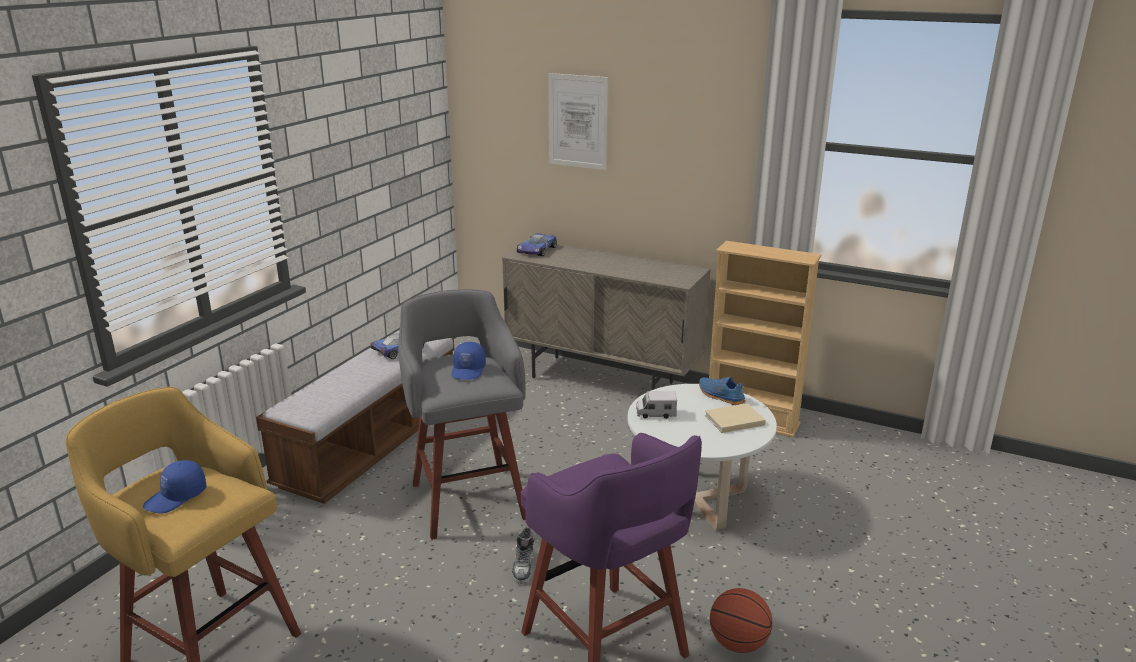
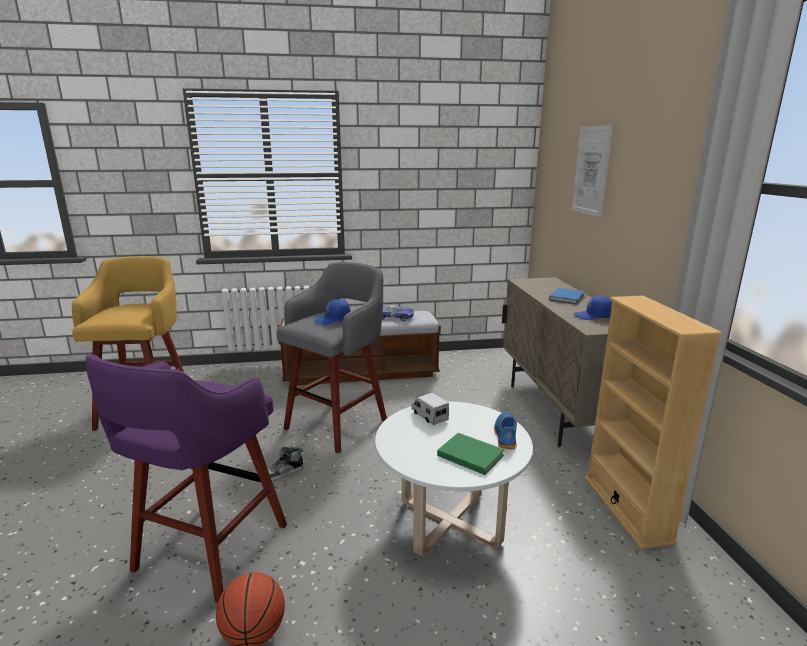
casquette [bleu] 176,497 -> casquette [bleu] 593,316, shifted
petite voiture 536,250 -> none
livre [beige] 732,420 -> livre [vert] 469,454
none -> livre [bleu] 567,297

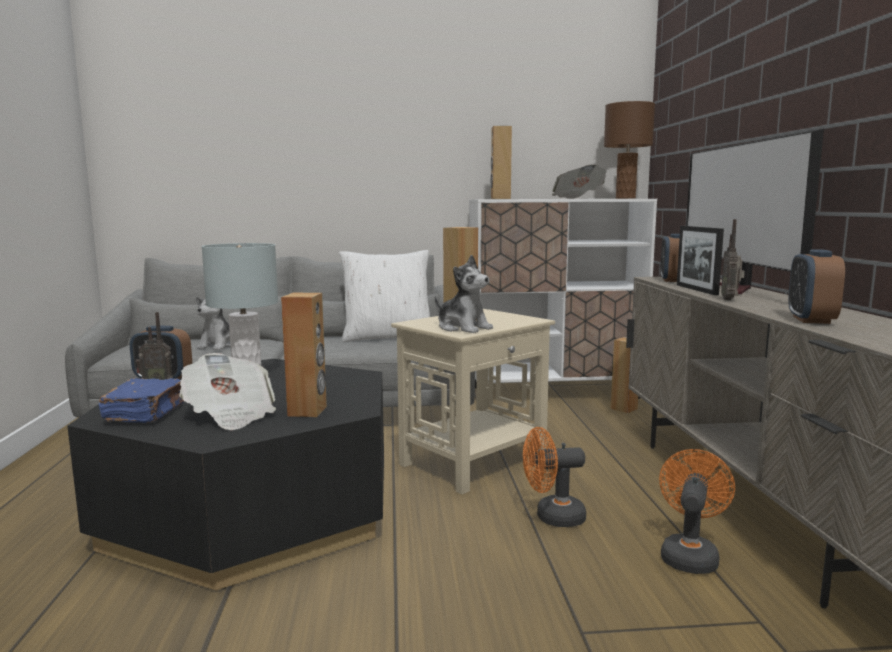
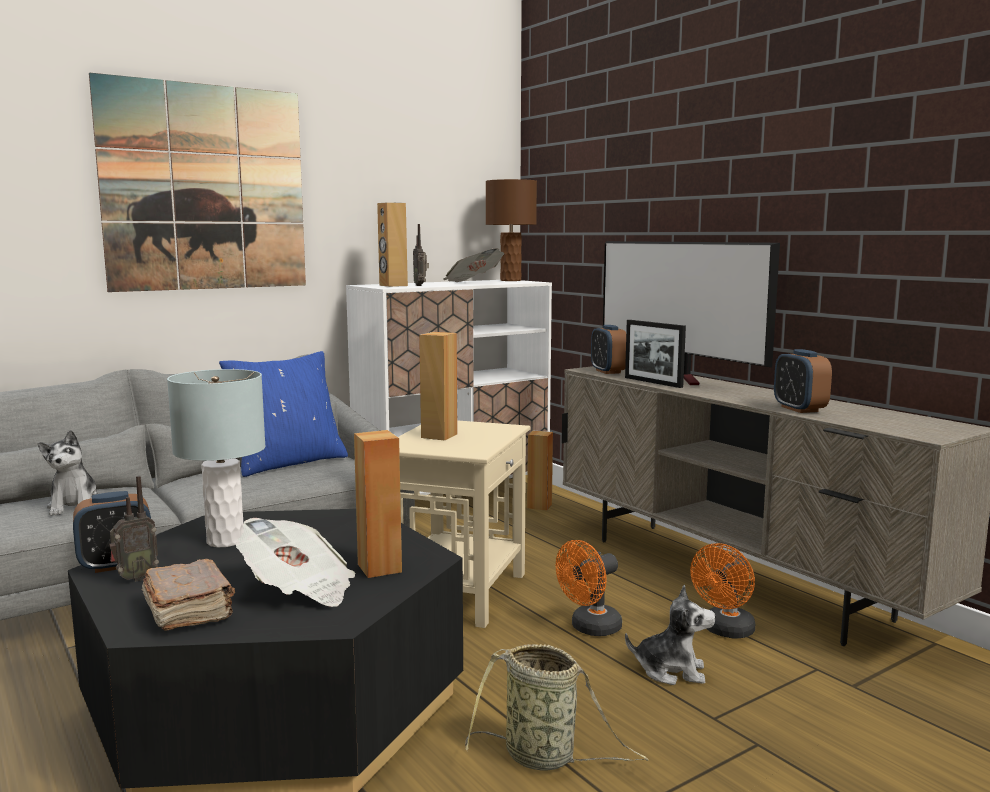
livre [bleu] 146,414 -> livre [marron] 189,611
coussin [blanc] 388,337 -> coussin [bleu] 288,462
peluche 463,328 -> peluche 671,671, shifted
ventilateur [orange] 689,555 -> ventilateur [orange] 725,631, 135 degrees counterclockwise
radio 730,299 -> radio 421,285, shifted
none -> tableau 205,188
none -> panier 545,757

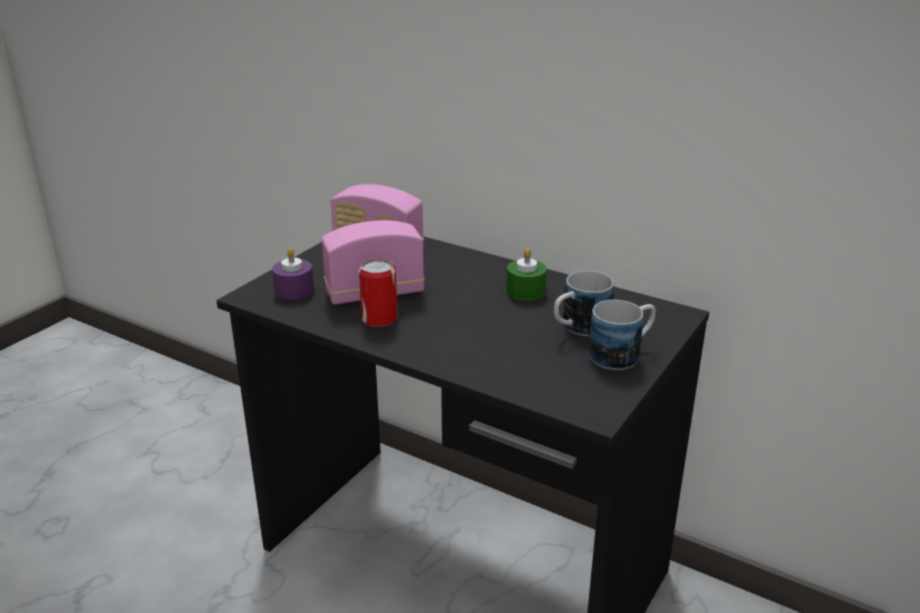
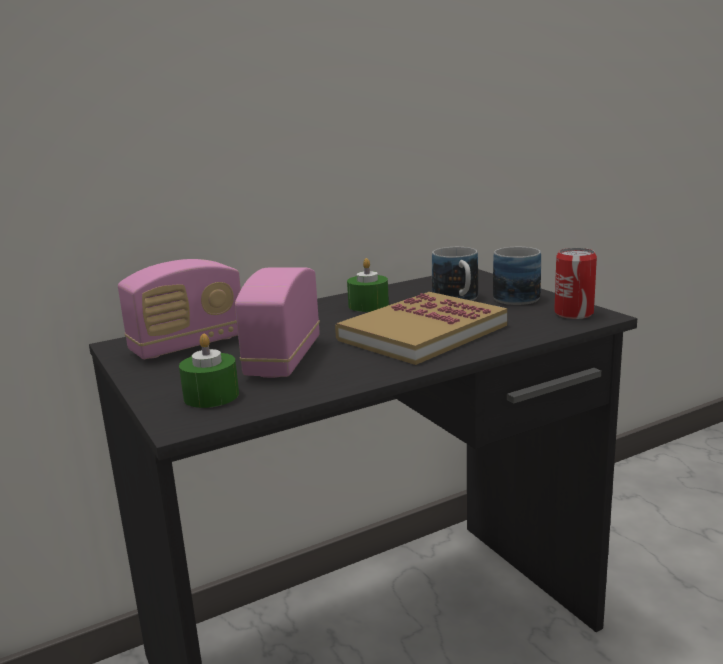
bougie [violet] 294,290 -> bougie [vert] 211,396
boîte métallique 379,319 -> boîte métallique 573,313, shifted
none -> livre 422,332

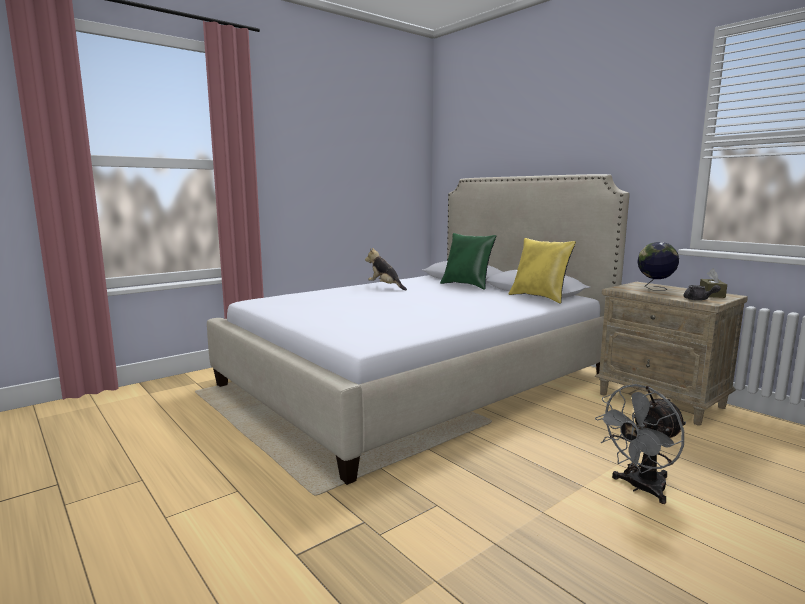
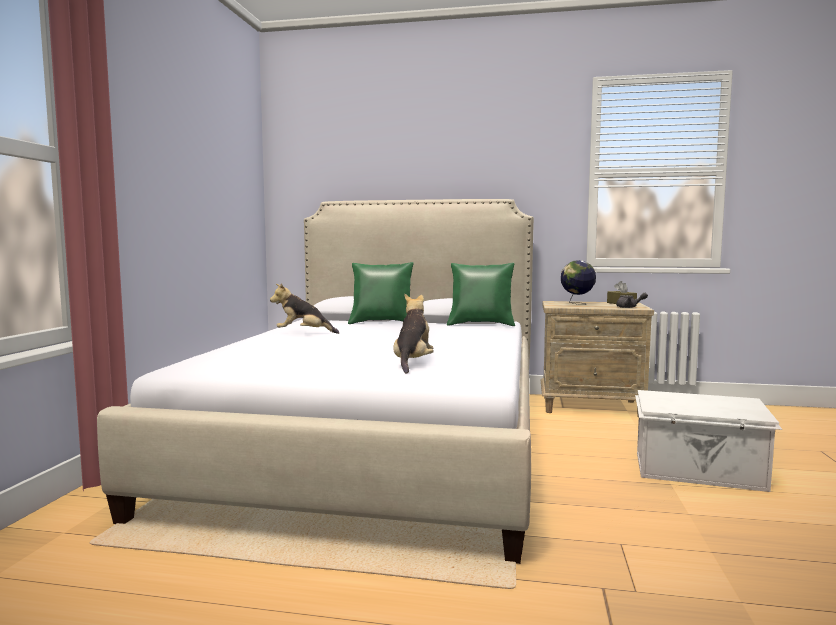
coussin [jaune] 540,298 -> coussin [vert] 481,324
ventilateur [gris] 640,488 -> boîte de rangement [blanc] 699,472
none -> peluche 412,363

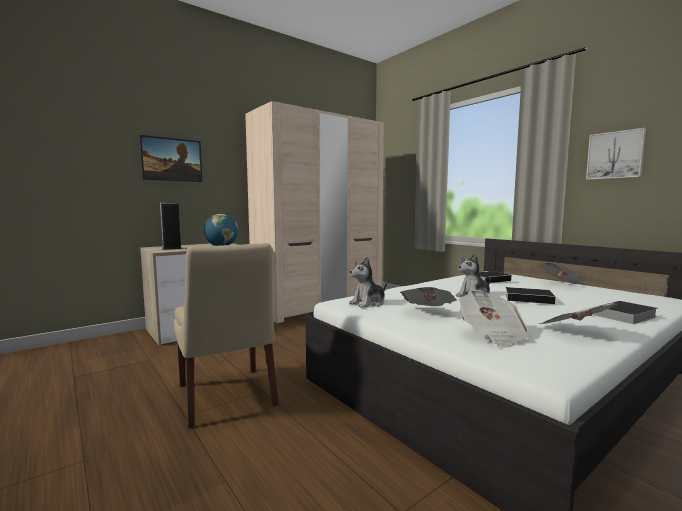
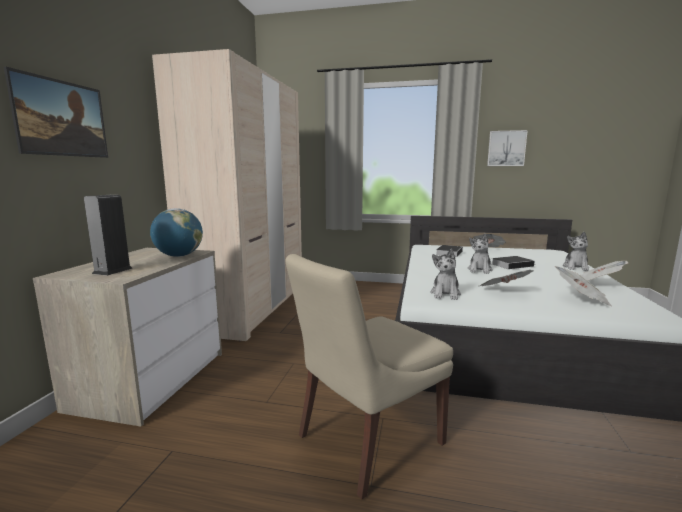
chaise [beige] 227,397 -> chaise [beige] 366,441, 120 degrees clockwise
livre 625,316 -> peluche 576,267

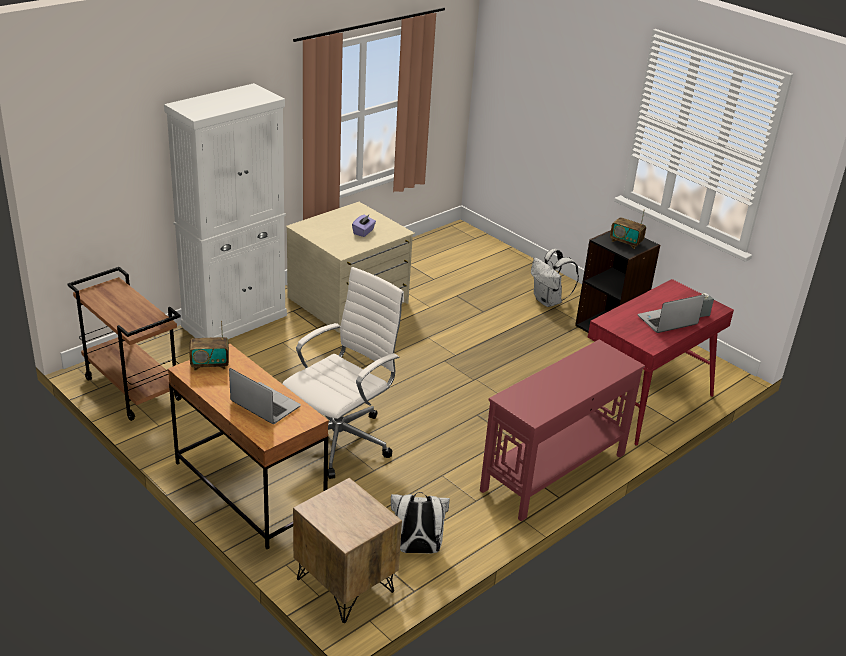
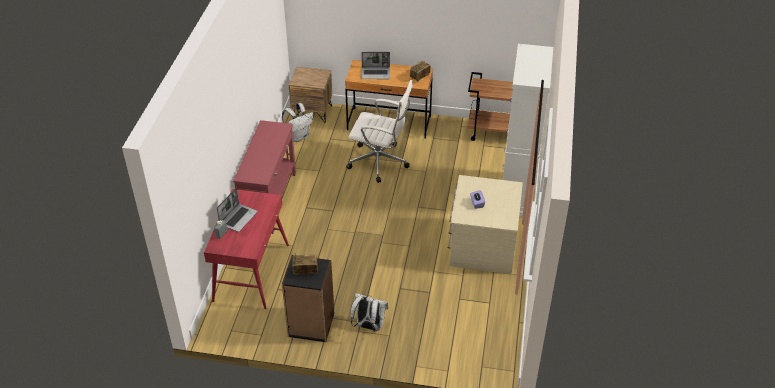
chaise de bureau [blanc] 341,439 -> chaise de bureau [blanc] 380,162, 75 degrees counterclockwise

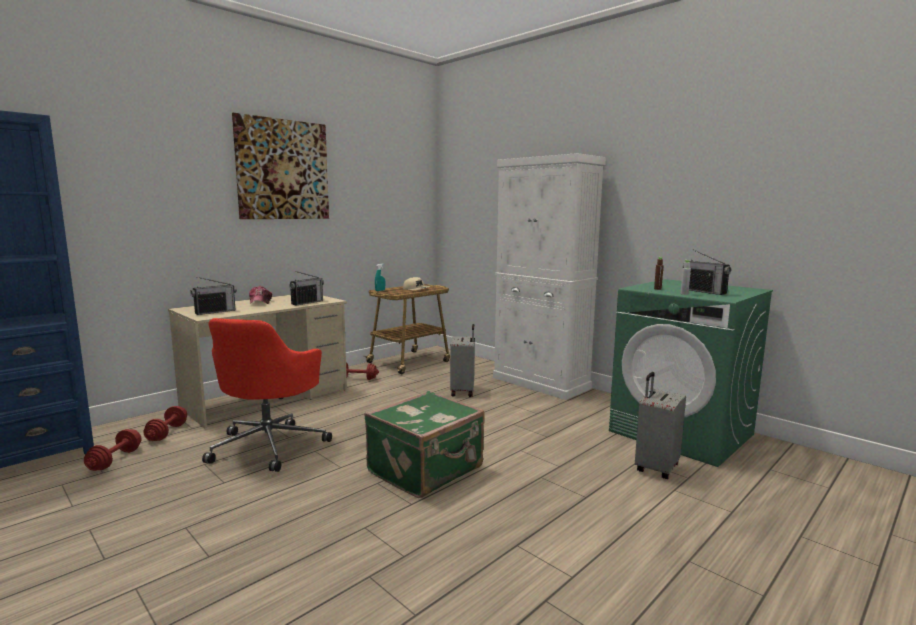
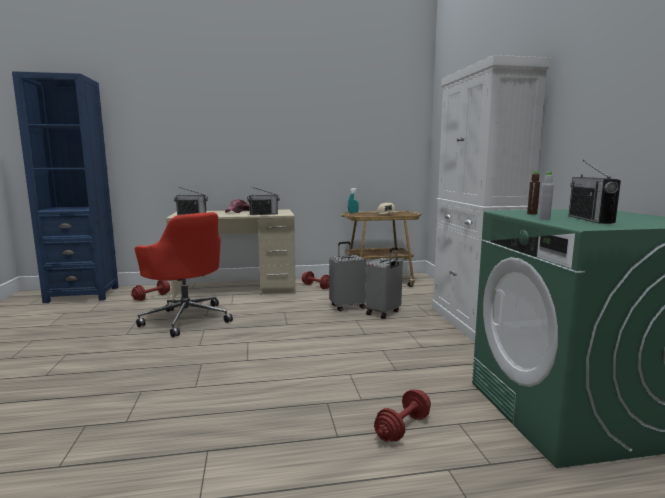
haltère [rouge] 115,460 -> haltère [rouge] 403,428, shifted
chaise de bureau [rouge] 270,445 -> chaise de bureau [rouge] 186,318, 90 degrees counterclockwise
tableau 283,170 -> none
valise [vert] 427,470 -> none
valise [gris] 655,468 -> valise [gris] 347,307, shifted

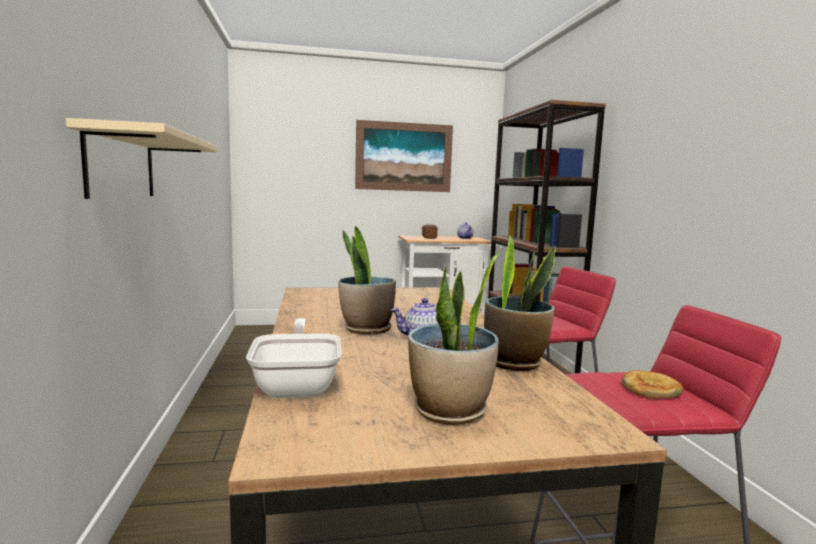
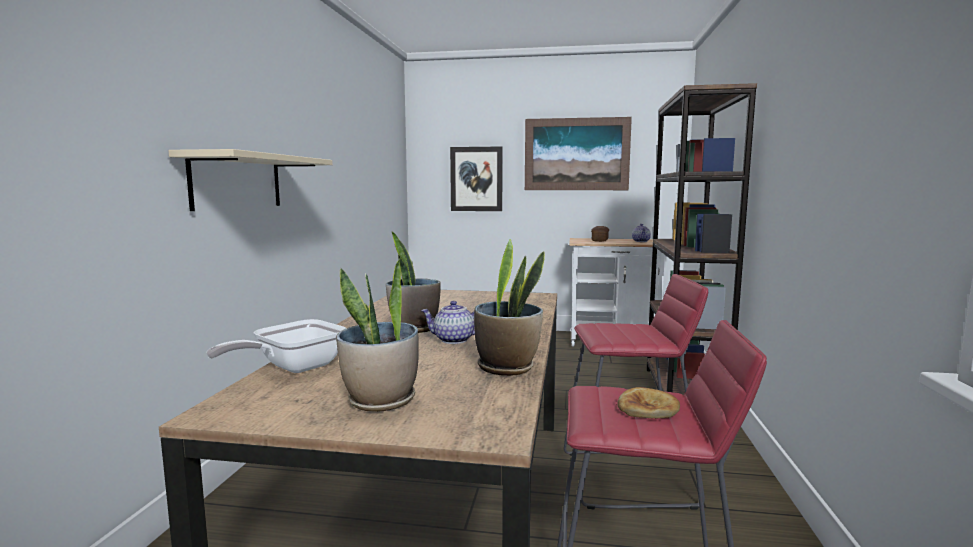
poêle 298,385 -> poêle 293,368, 150 degrees counterclockwise
none -> tableau 476,179

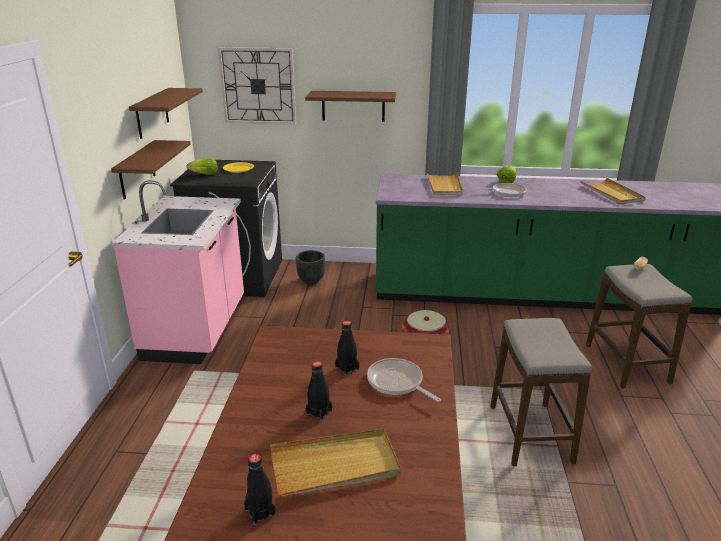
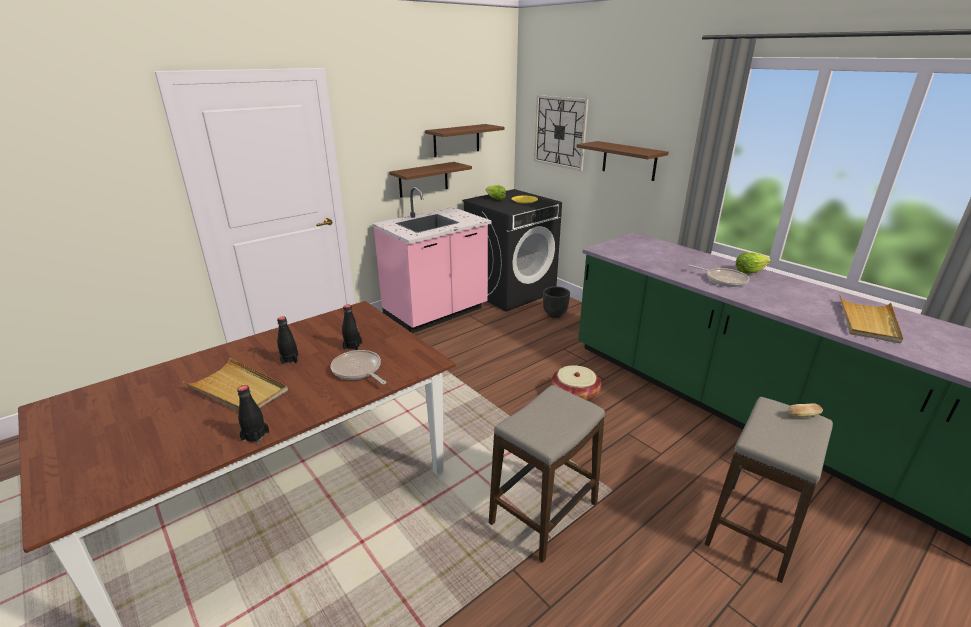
bouteille [noir] 260,512 -> bouteille [noir] 255,436, shifted
poêle 397,383 -> poêle 358,370, 45 degrees counterclockwise
plateau [beige] 444,186 -> none

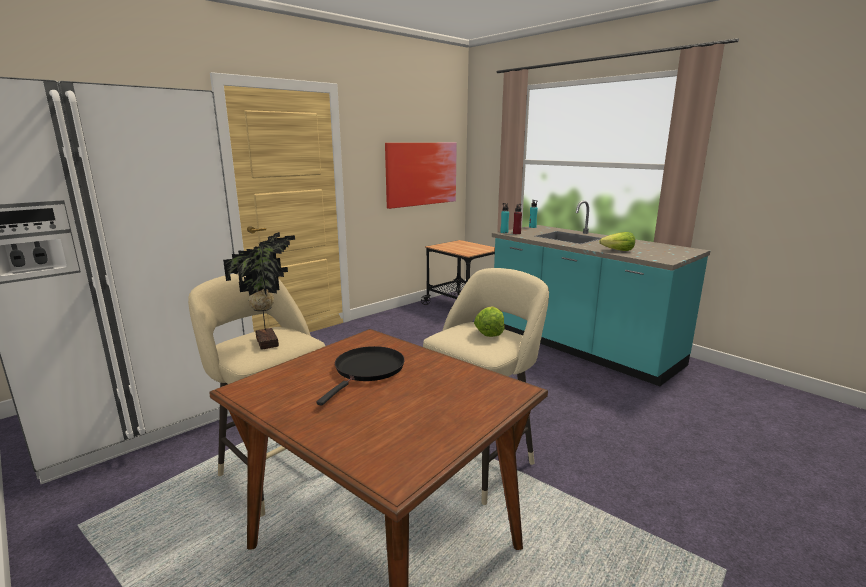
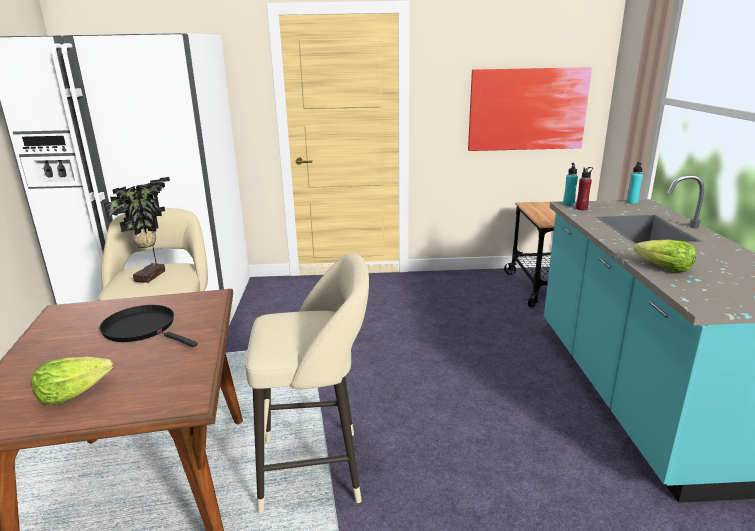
poêle [noir] 367,370 -> poêle [noir] 143,329, 120 degrees counterclockwise
laitue 489,332 -> laitue 74,392, shifted

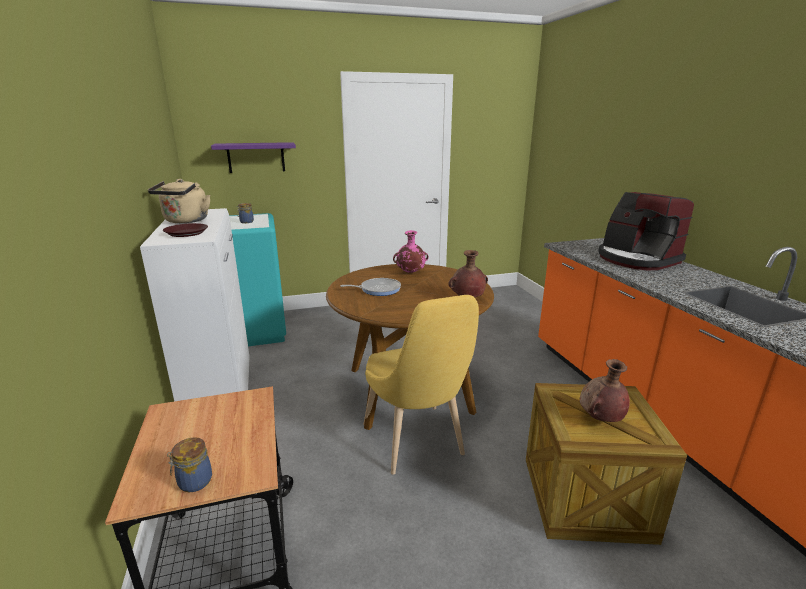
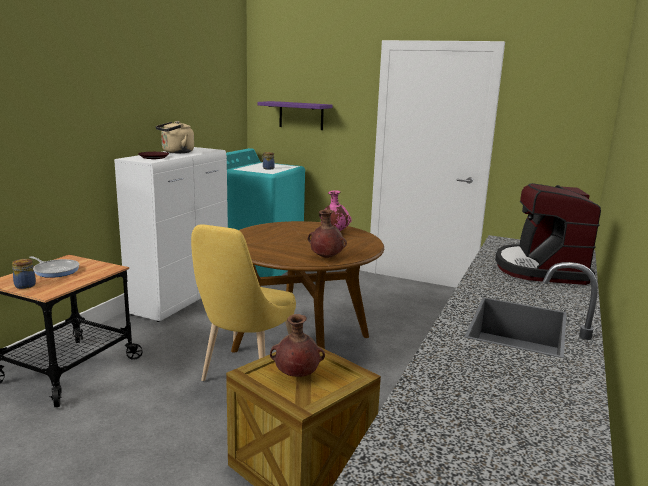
poêle 378,289 -> poêle 55,270, shifted

